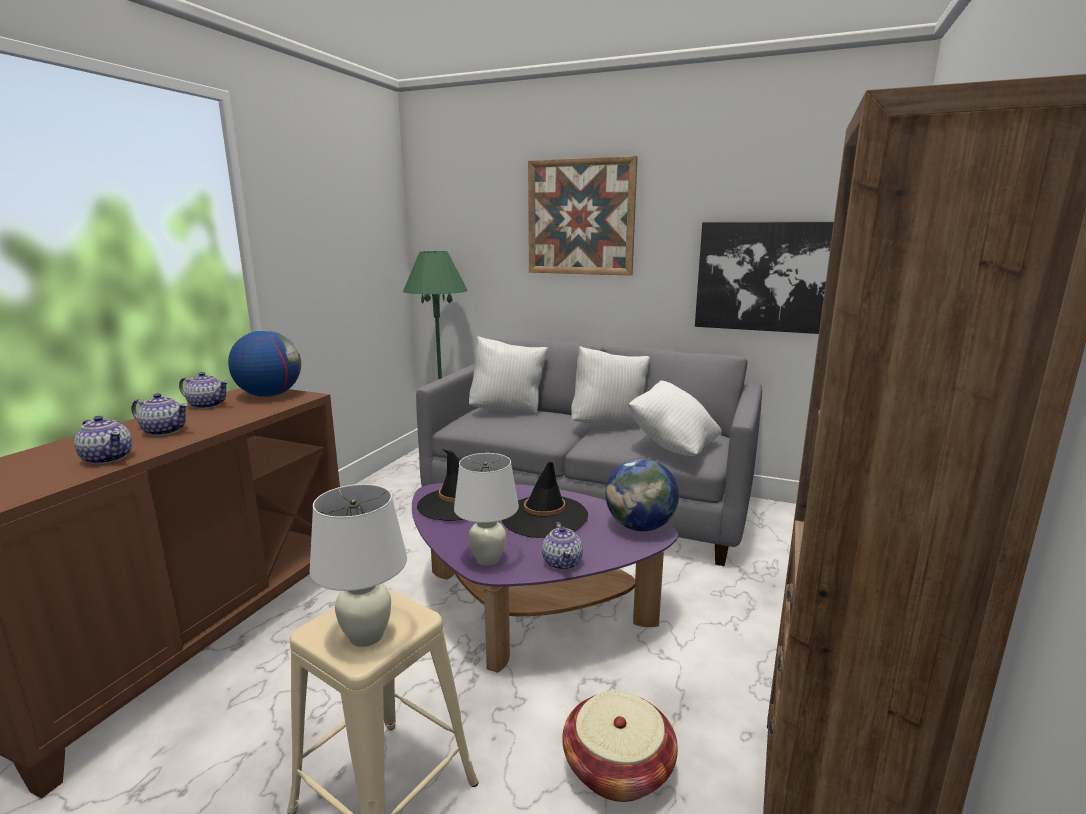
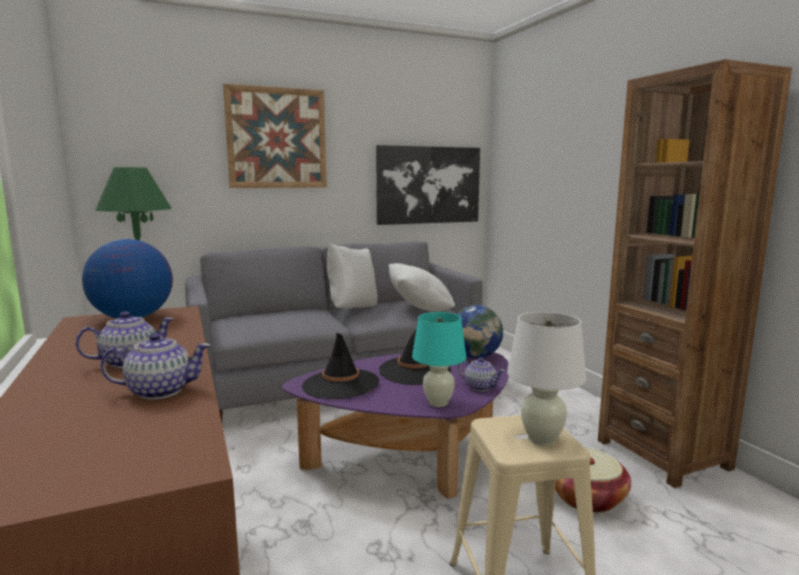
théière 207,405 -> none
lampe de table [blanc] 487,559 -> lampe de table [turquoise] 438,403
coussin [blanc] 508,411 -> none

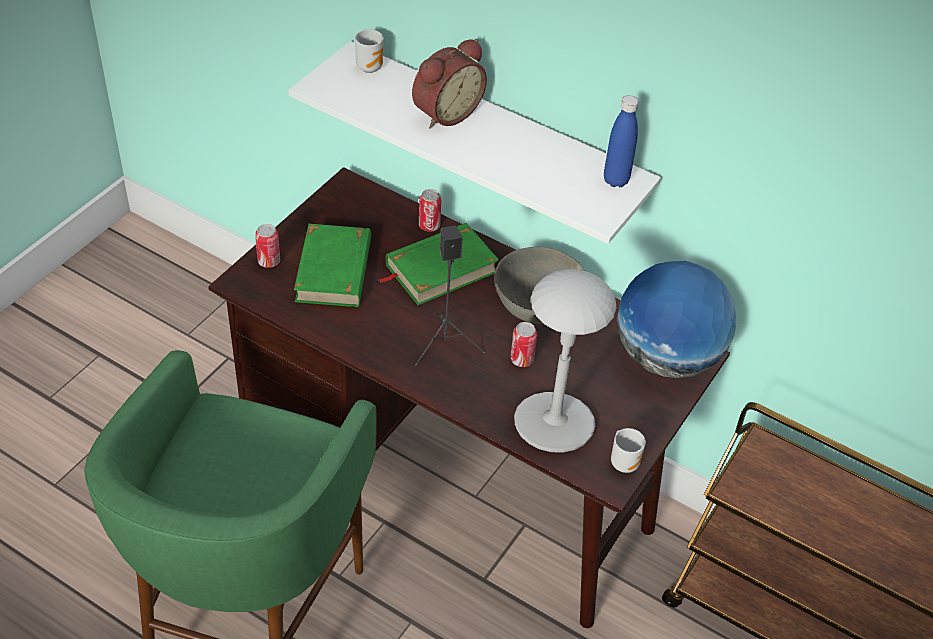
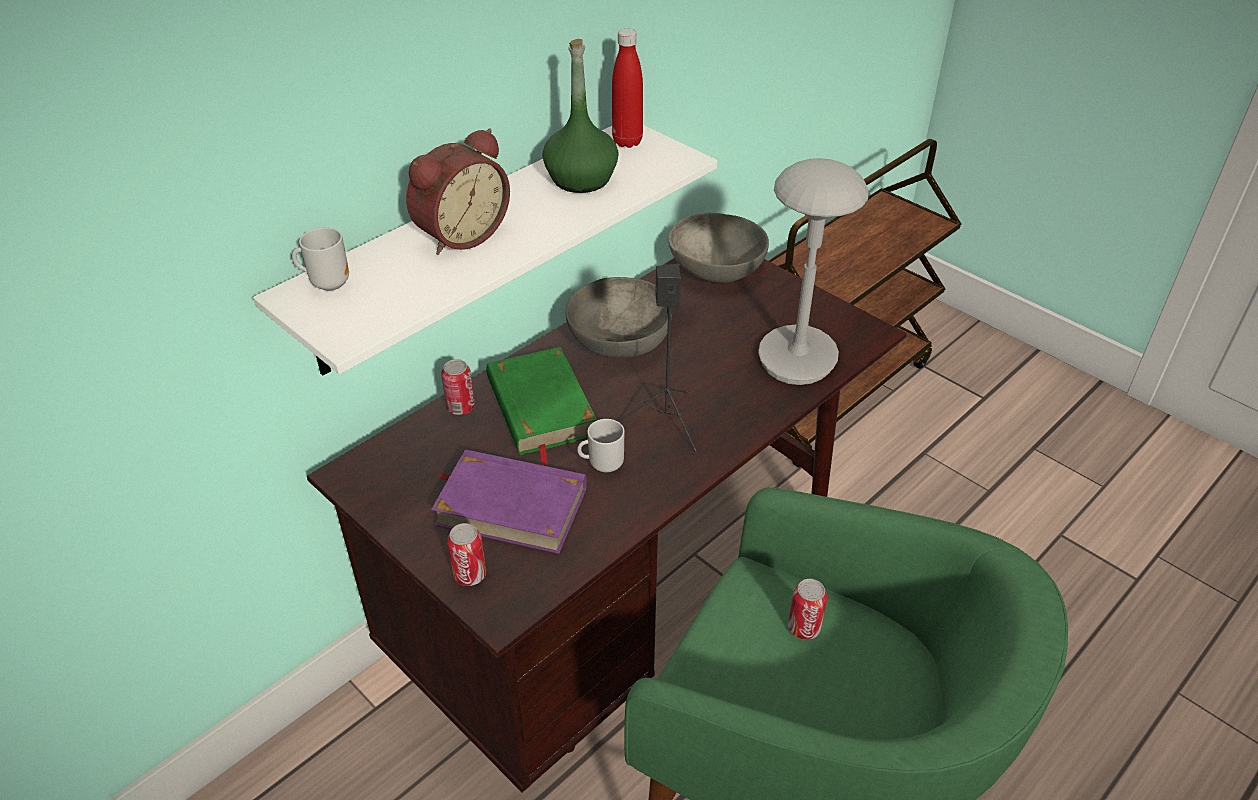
livre [vert] 334,270 -> livre [violet] 511,506
réveil 445,112 -> réveil 460,234, 75 degrees clockwise
boîte métallique 522,359 -> boîte métallique 804,628, shifted
bouteille [bleu] 616,180 -> bouteille [rouge] 627,142
mug 624,462 -> mug 603,464, shifted
globe 667,358 -> bol [gris] 717,270
none -> bouteille [vert] 580,179

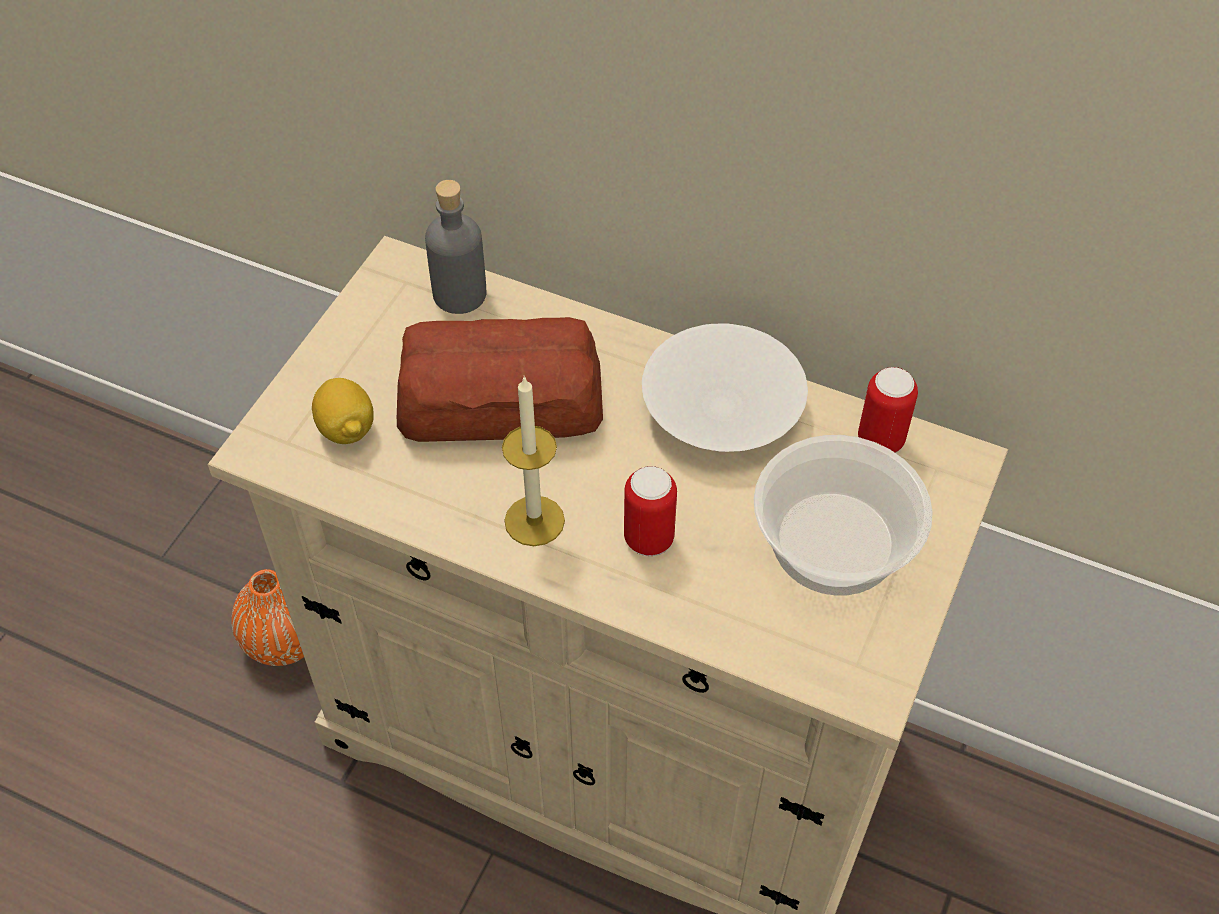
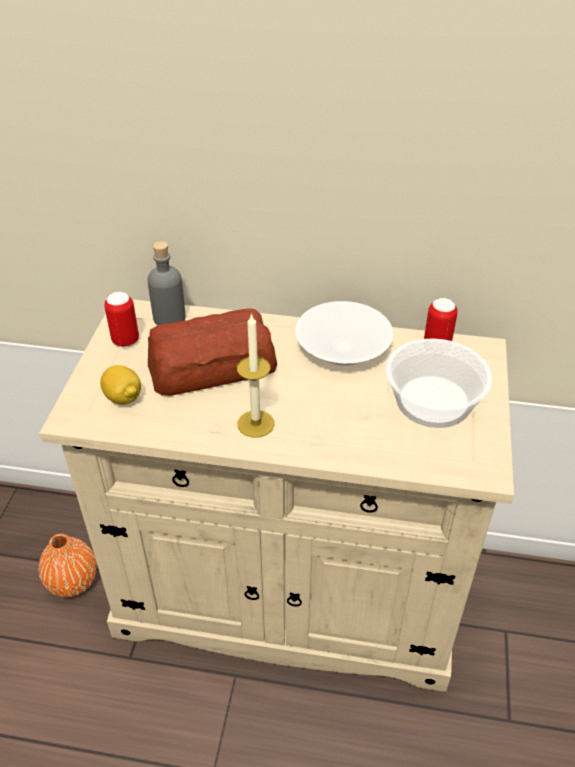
boîte métallique 648,538 -> boîte métallique 125,340, shifted

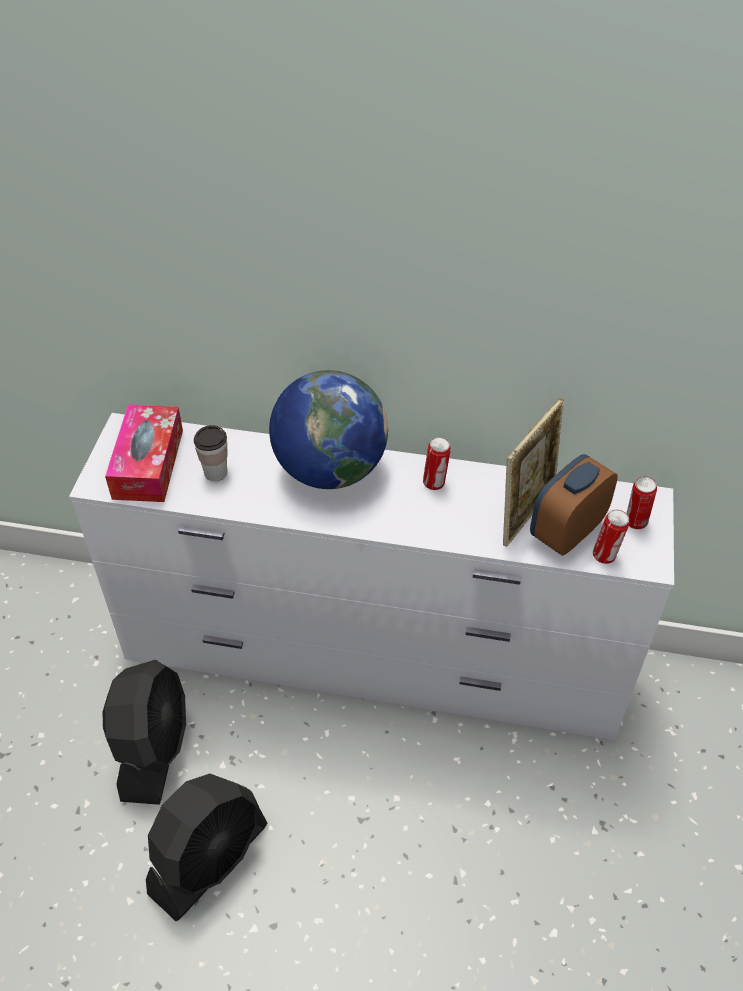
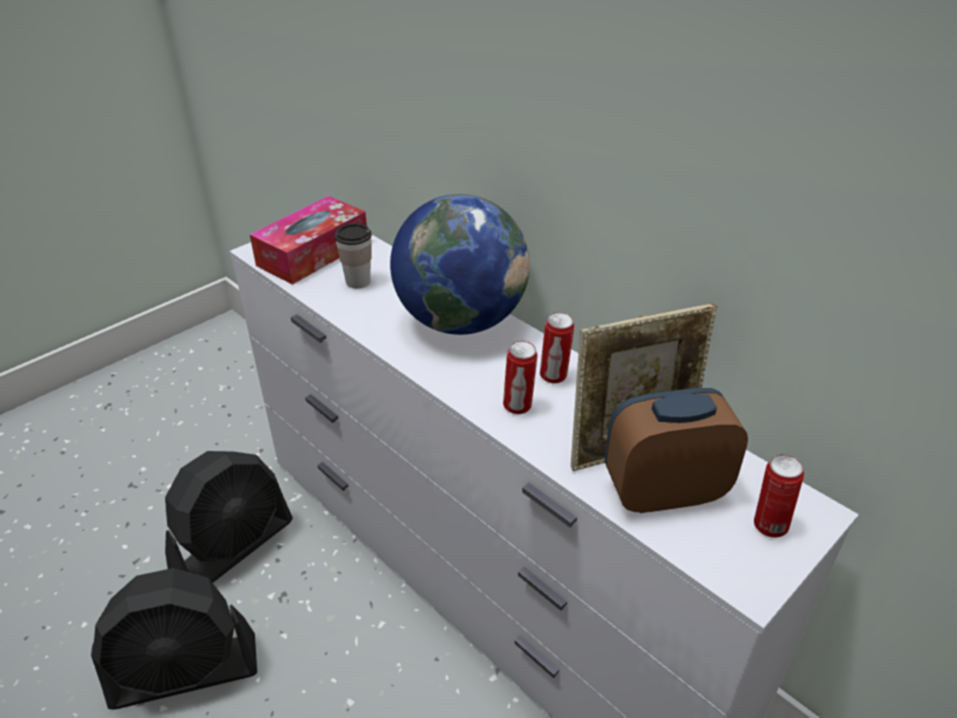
boîte métallique 605,556 -> boîte métallique 518,406, shifted

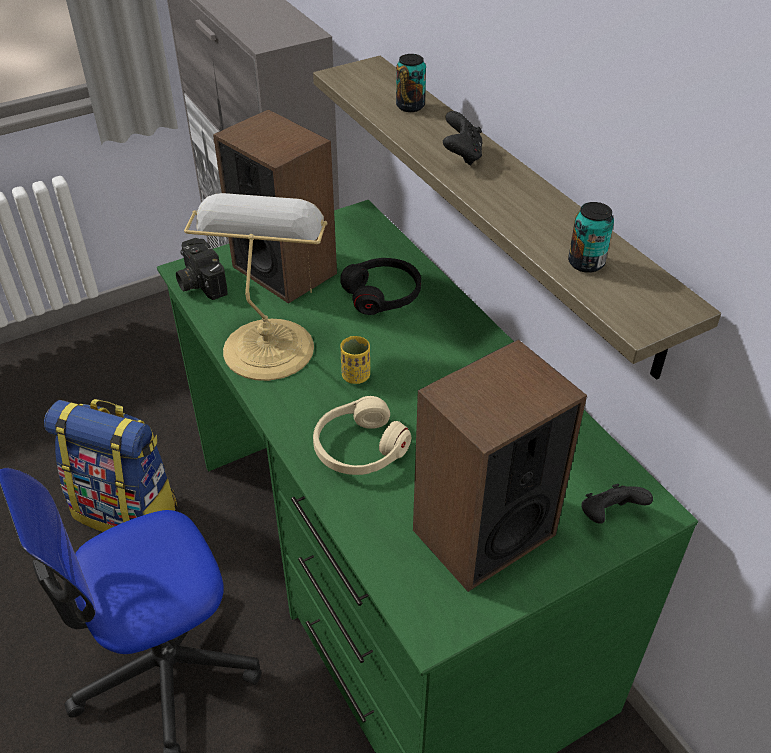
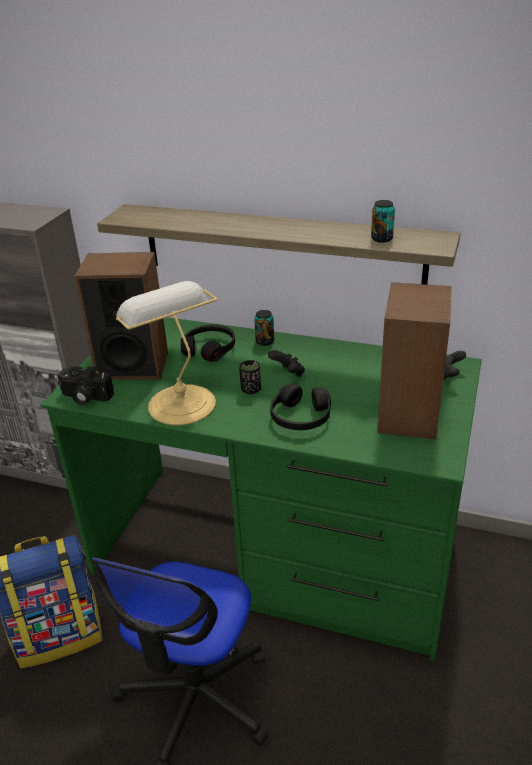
casque audio [beige] 359,448 -> casque audio [noir] 300,417
tasse [jaune] 356,376 -> tasse [noir] 251,390
boîte métallique 410,106 -> boîte métallique 264,341, shifted
manette [noir] 462,156 -> manette [noir] 288,374, shifted

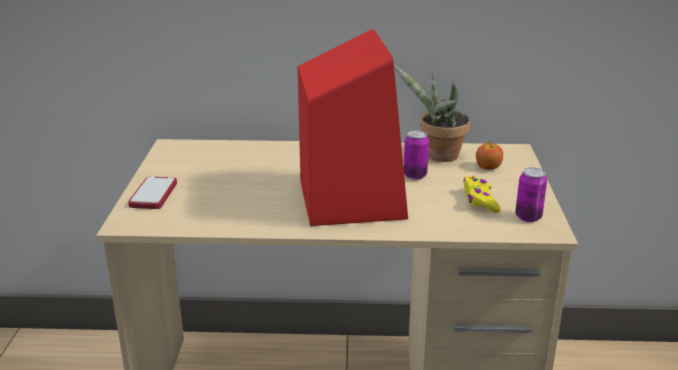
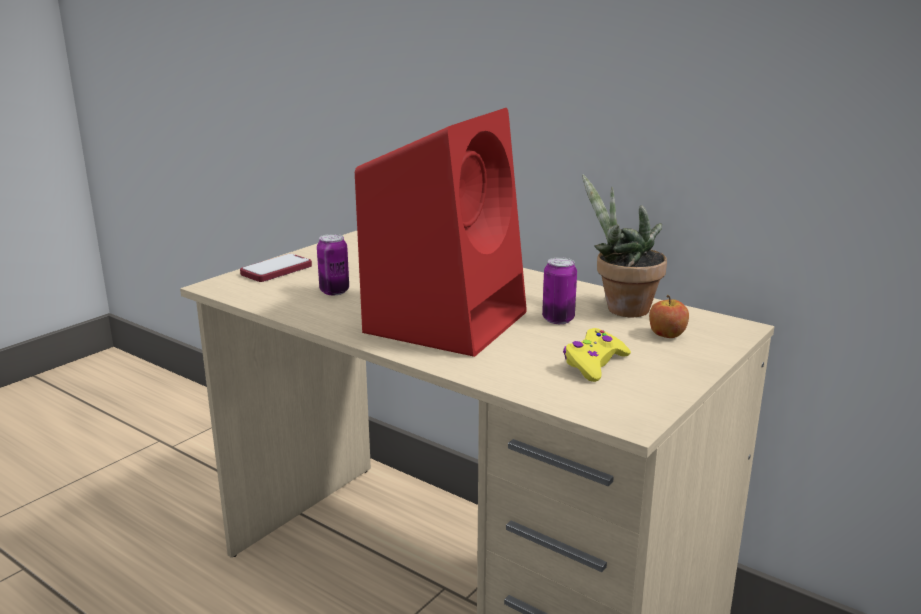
boîte métallique 528,217 -> boîte métallique 334,291, shifted

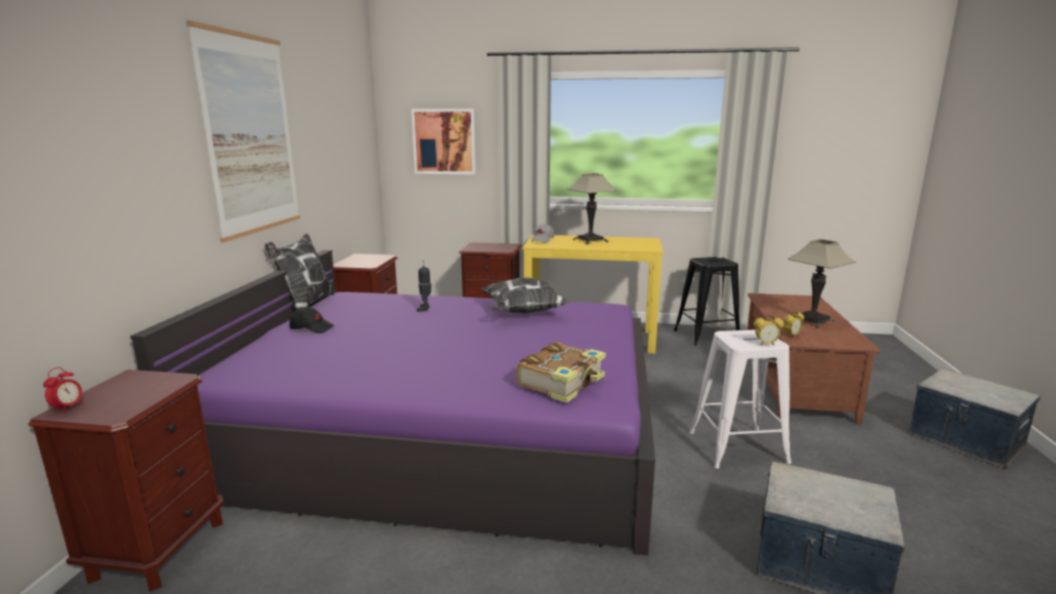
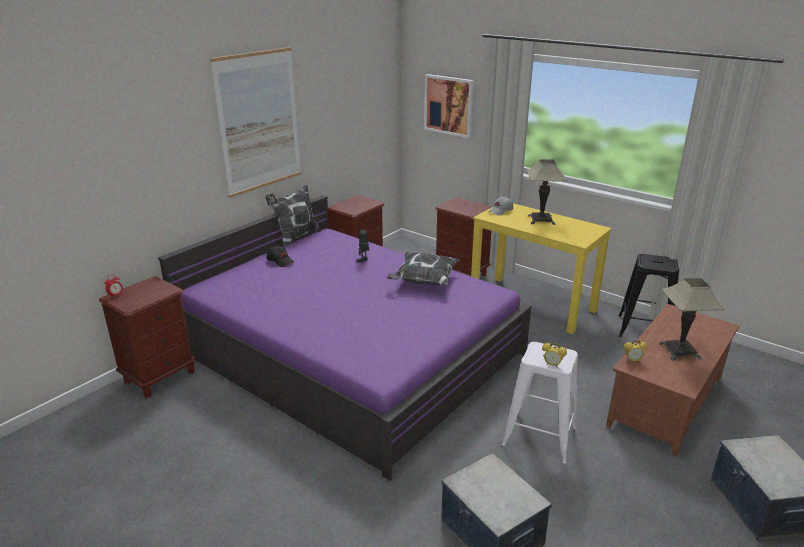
livre 563,382 -> none

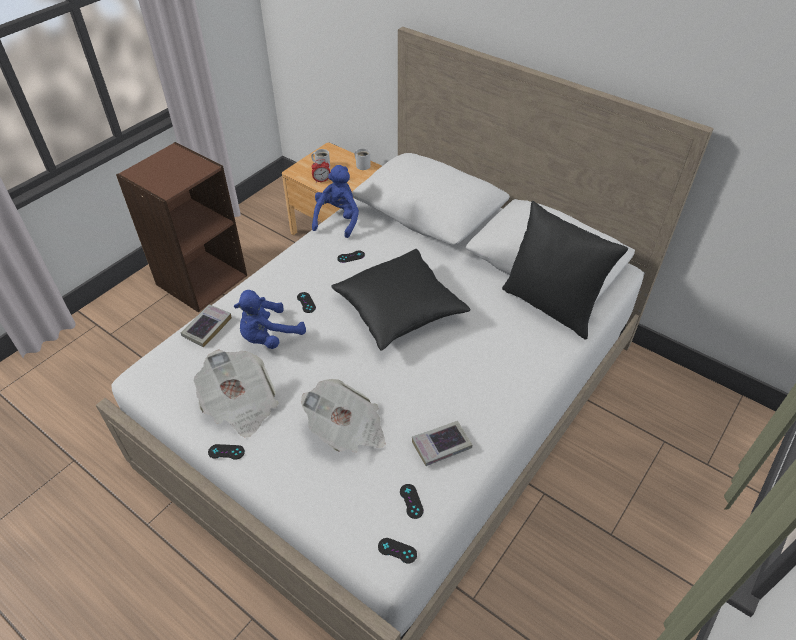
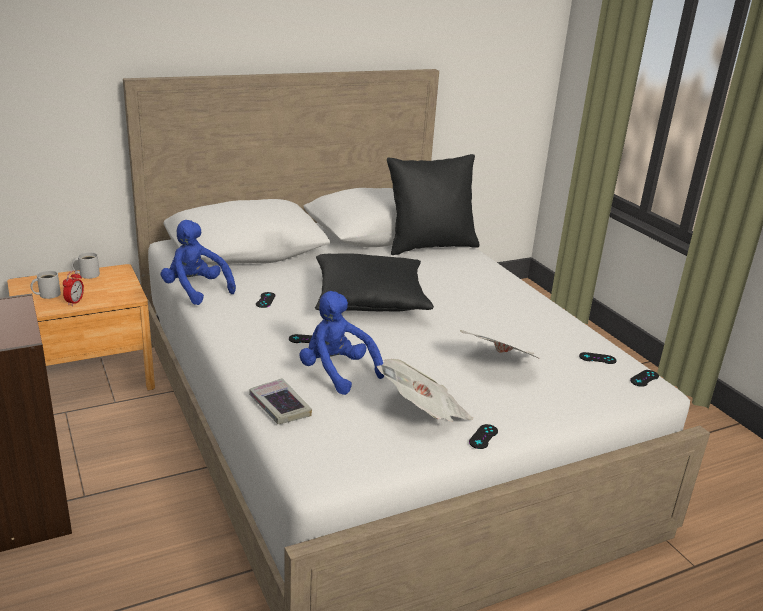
peluche [bleu] 269,337 -> peluche [bleu] 337,372, 150 degrees clockwise
livre 441,446 -> none

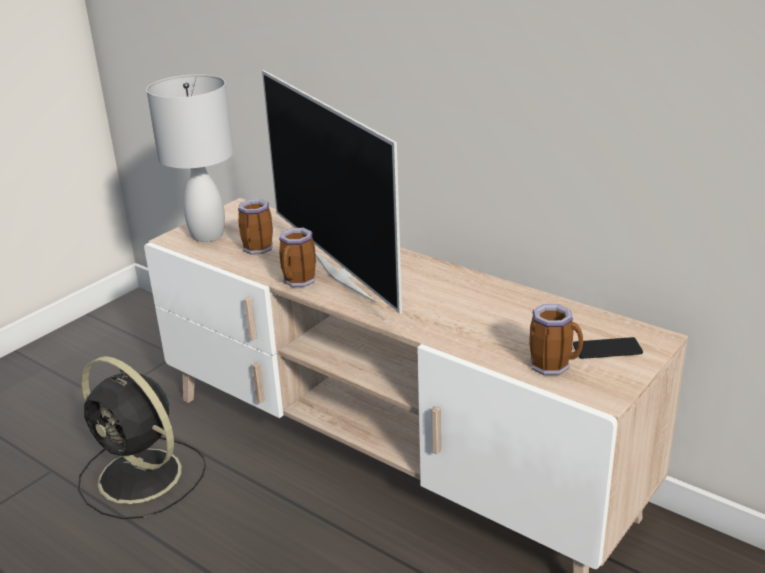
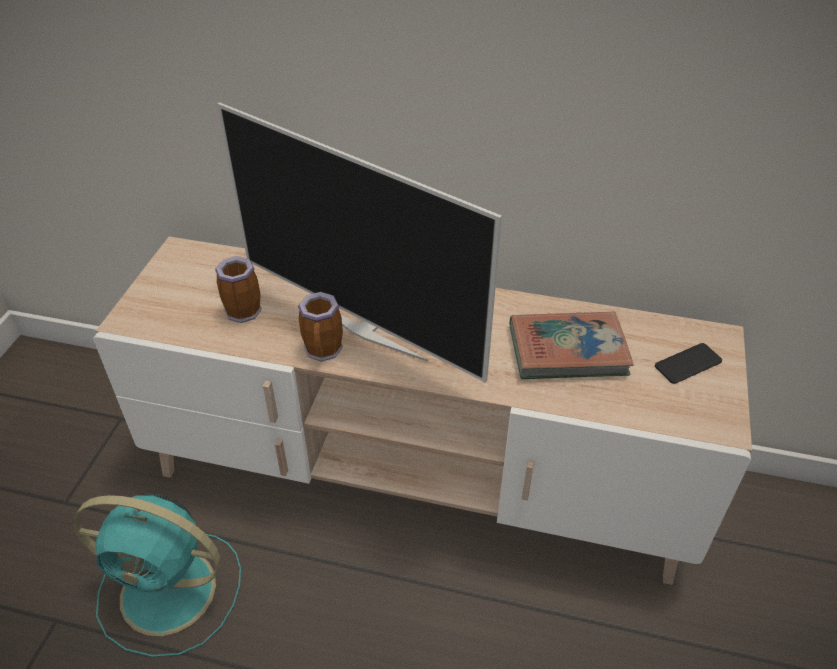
ventilateur [noir] 143,477 -> ventilateur [turquoise] 172,592
lampe de table [blanc] 206,235 -> none
mug 553,365 -> none
none -> livre 567,350

